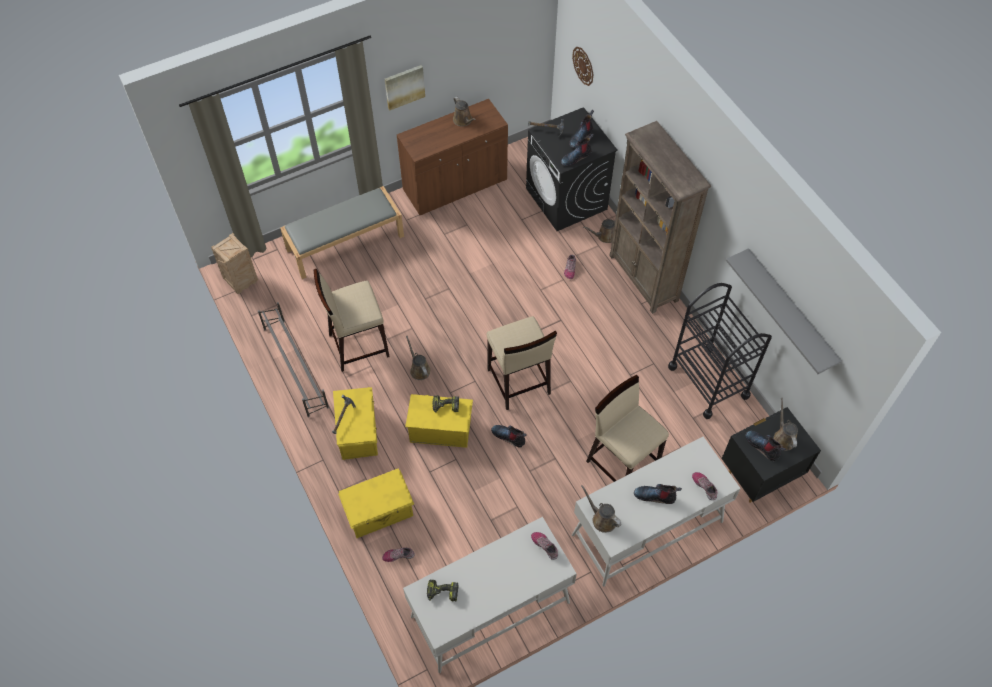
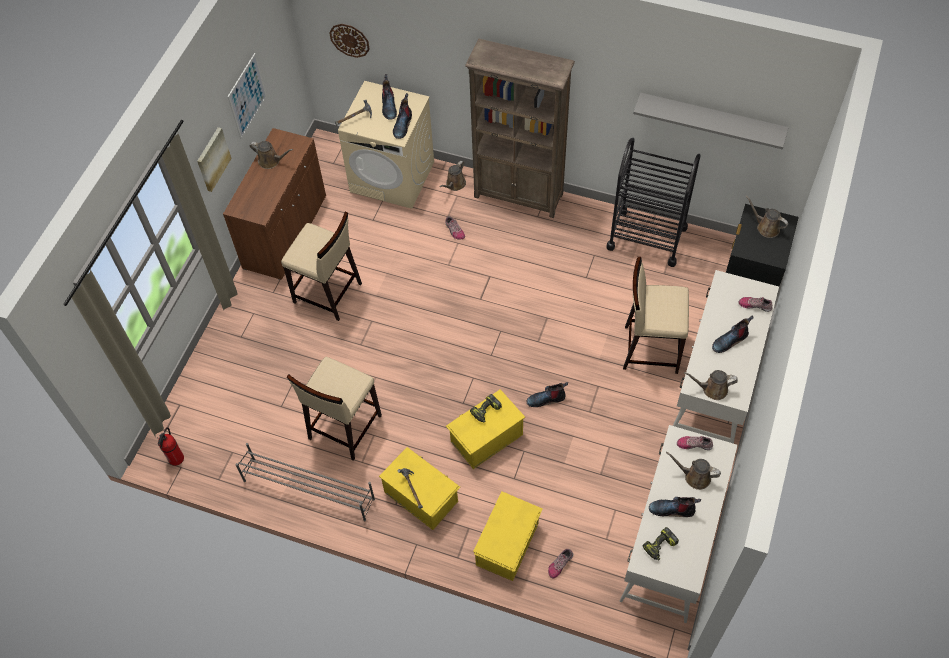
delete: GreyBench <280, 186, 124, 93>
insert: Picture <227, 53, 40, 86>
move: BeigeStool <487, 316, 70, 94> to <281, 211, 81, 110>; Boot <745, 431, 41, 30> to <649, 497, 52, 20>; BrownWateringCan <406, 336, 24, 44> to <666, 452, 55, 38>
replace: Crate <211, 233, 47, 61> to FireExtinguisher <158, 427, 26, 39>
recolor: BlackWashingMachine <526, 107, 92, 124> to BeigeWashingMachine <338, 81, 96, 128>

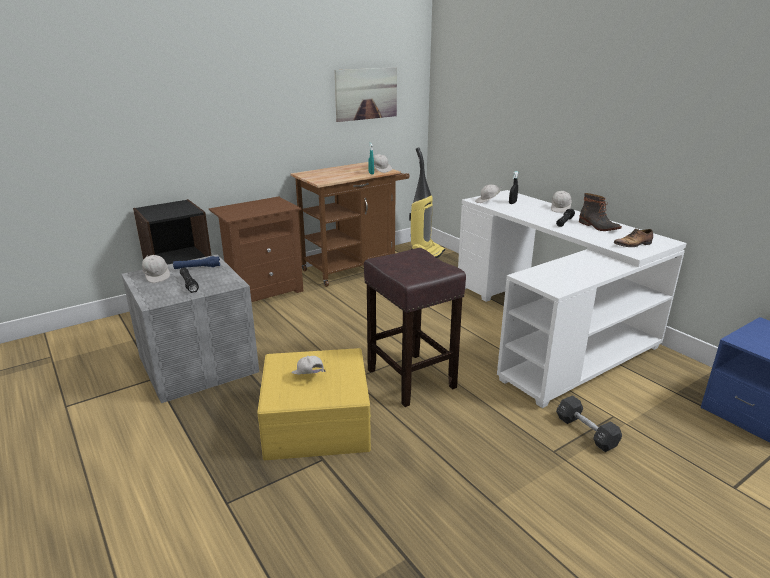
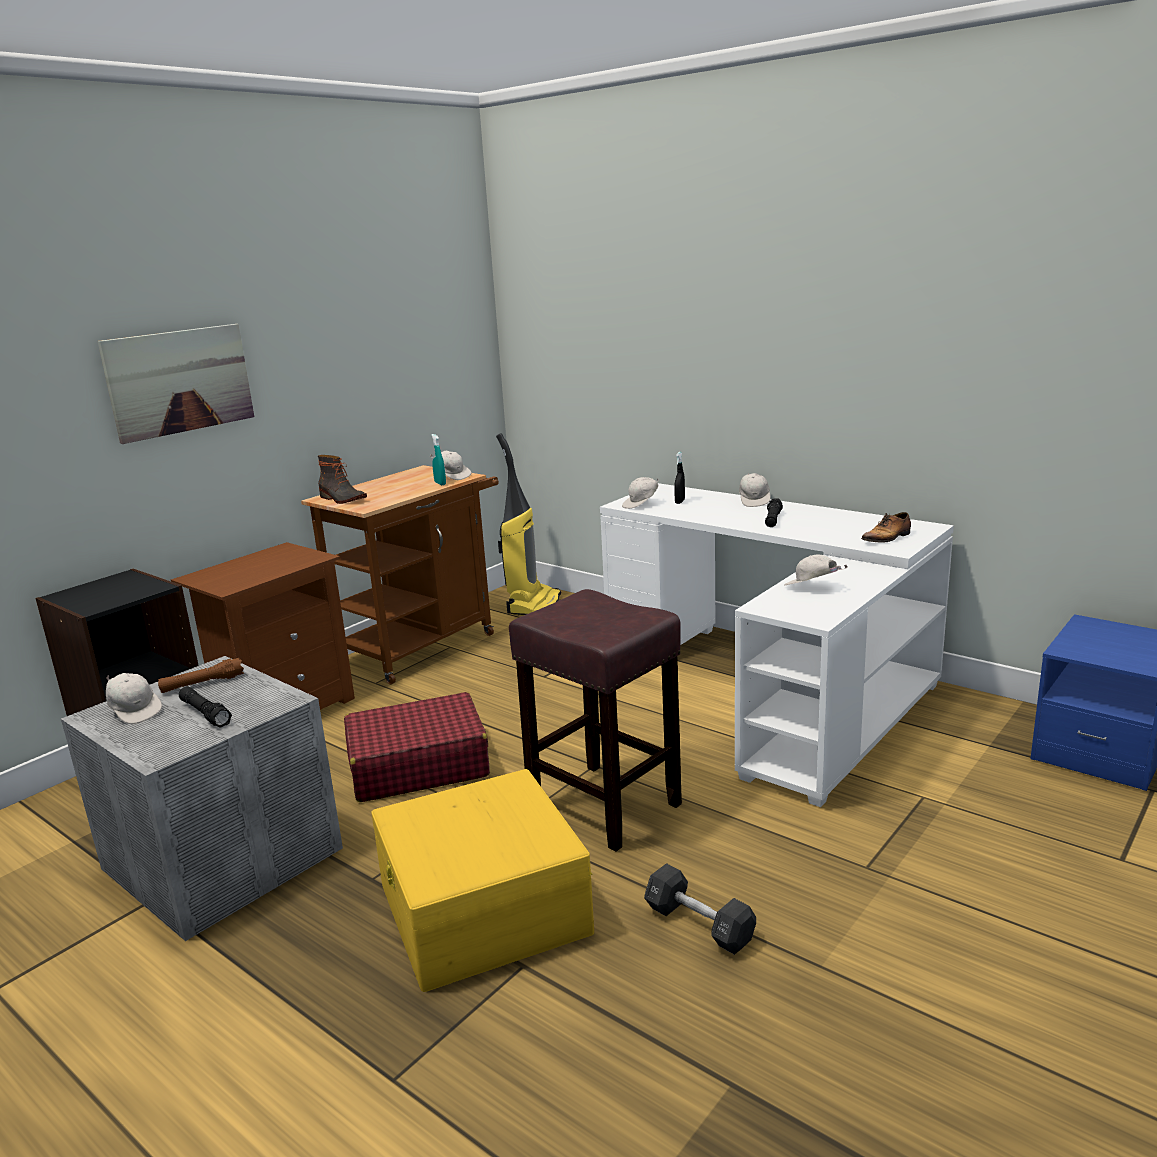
insert: RedSuitcase <344, 692, 146, 110>
move: Picture <335, 67, 62, 55> to <98, 324, 156, 120>; Boot <579, 193, 43, 38> to <318, 455, 49, 49>; BlackDumbbell <556, 395, 66, 57> to <644, 863, 112, 92>; WhiteCap <291, 356, 34, 19> to <784, 555, 64, 30>
recolor: BlueFlashlight <173, 256, 47, 13> to BrownFlashlight <158, 658, 86, 35>

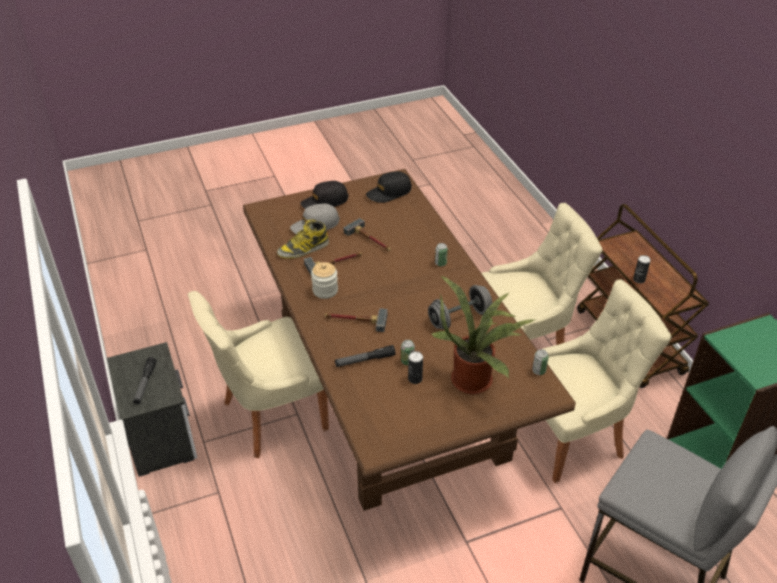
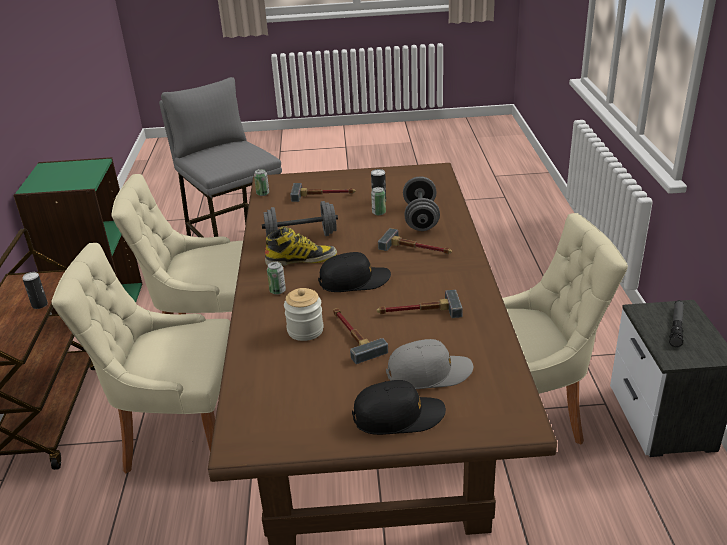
move: Boot <277, 219, 52, 40> to <265, 226, 72, 40>; Jar <311, 262, 27, 37> to <284, 288, 40, 53>; BlackCap <366, 171, 46, 32> to <318, 252, 73, 40>
replace: PottedPlant <432, 276, 102, 118> to Hammer <290, 183, 66, 19>; Flashlight <335, 345, 61, 22> to GreyDumbbell <403, 176, 37, 55>

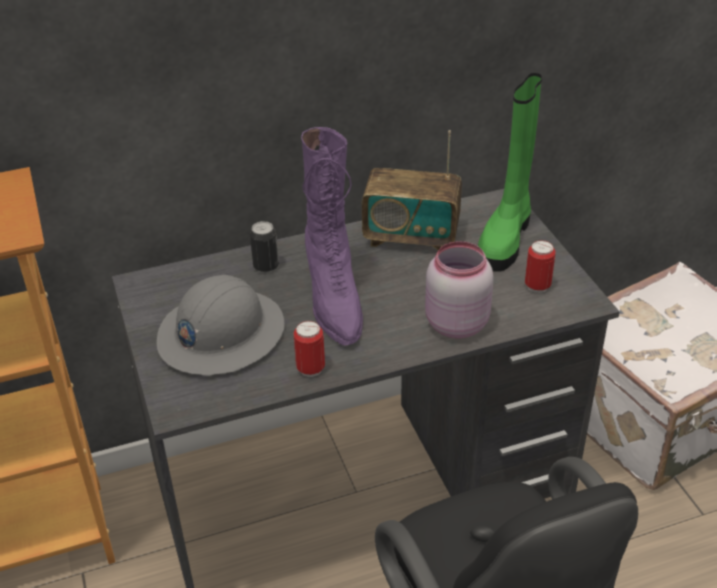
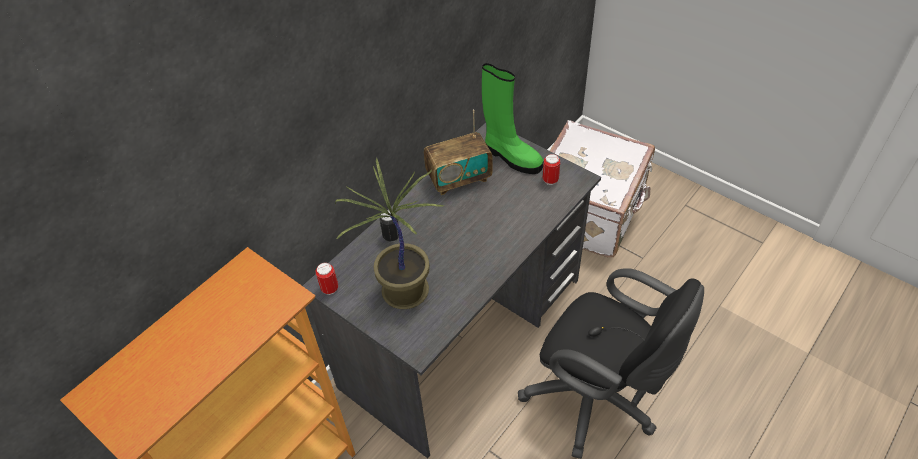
delete: PurpleBoot <301, 127, 62, 219>; PinkJar <425, 241, 69, 97>
move: Can <294, 321, 31, 56> to <316, 263, 22, 32>
replace: GreyHardHat <157, 275, 128, 100> to PottedPlant <335, 158, 109, 151>
rotate: GreenBoot <478, 73, 64, 199> = <482, 63, 62, 111> 45 degrees counterclockwise

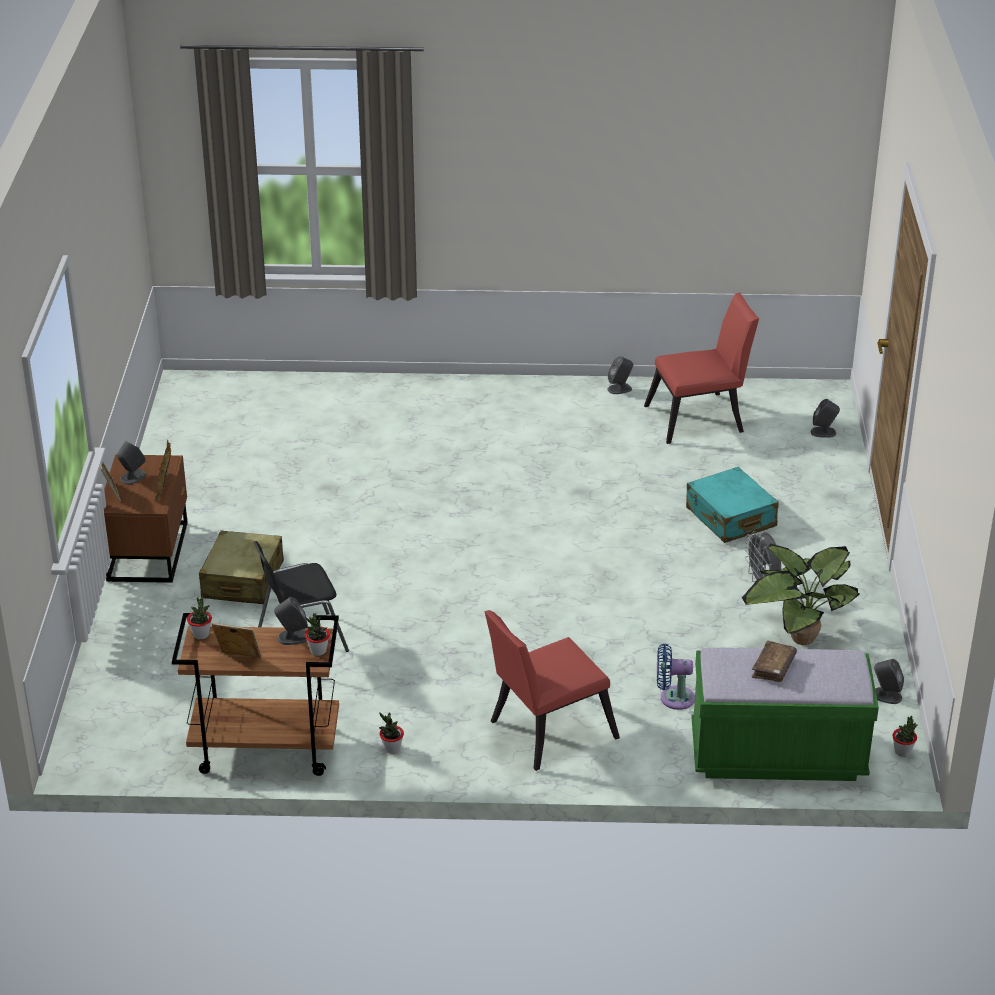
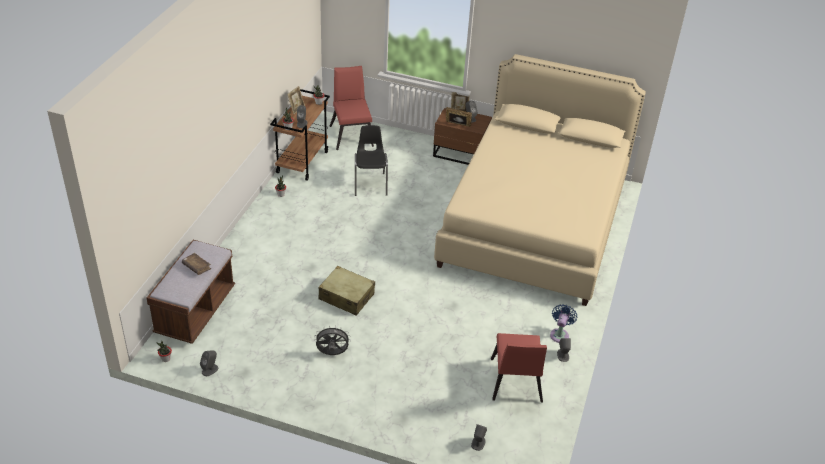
delete: TurquoiseSuitcase <686, 467, 93, 76>; PottedPlant <742, 544, 118, 101>
insert: BeigeBed <434, 54, 212, 252>
move: BeigeSuitcase <199, 531, 85, 73> to <318, 266, 57, 50>; RedChair <484, 610, 136, 161> to <330, 66, 44, 84>; BlueFan <657, 643, 38, 67> to <550, 304, 28, 39>
recolor: GreenBench <692, 648, 187, 133> to BrownBench <147, 240, 88, 104>

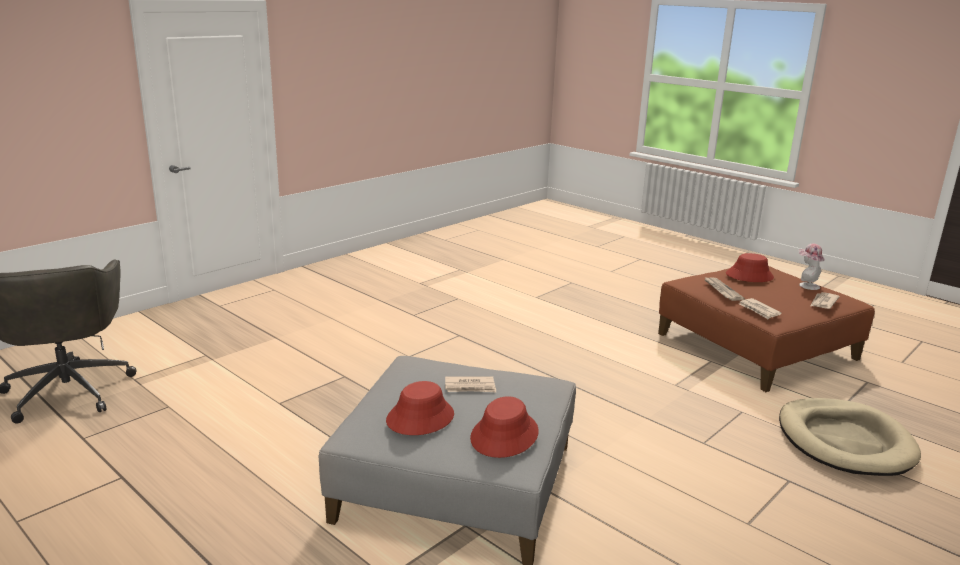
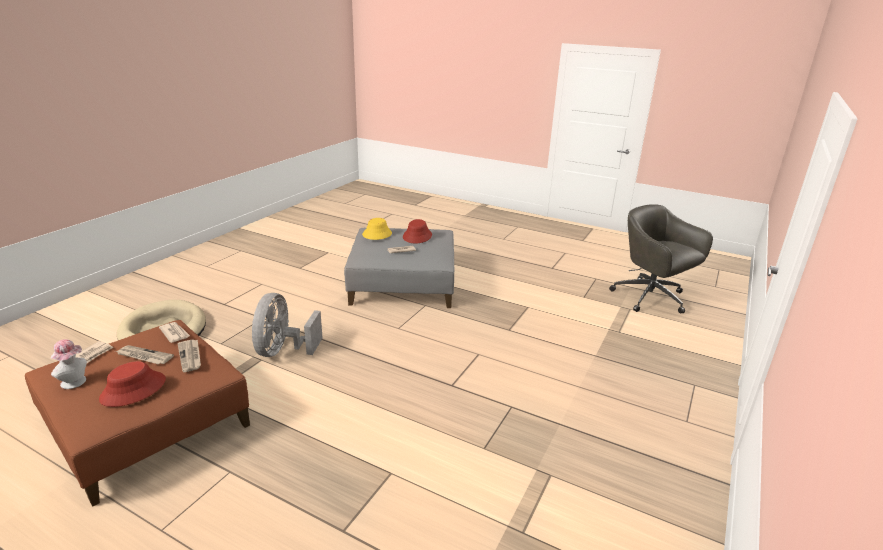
insert: Newspaper <115, 345, 59, 19>; GreyFan <252, 293, 71, 64>
recolor: RedHat <470, 396, 69, 62> to YellowHat <362, 218, 30, 22>

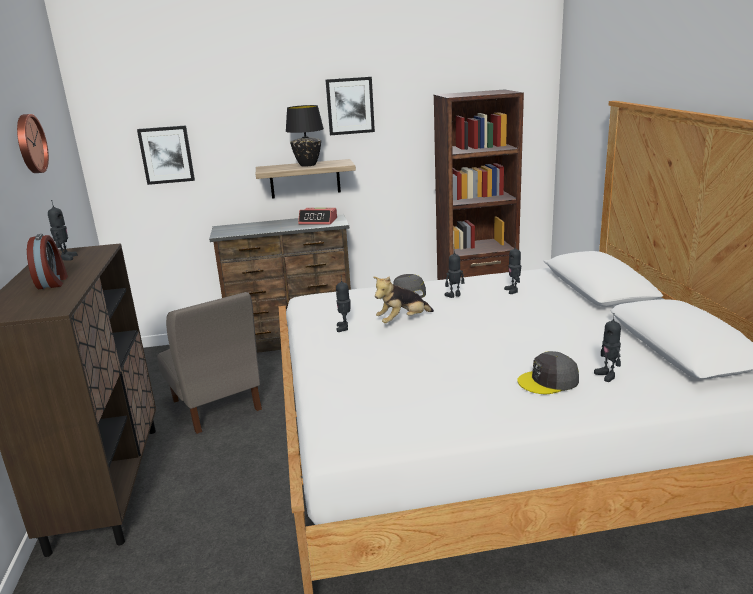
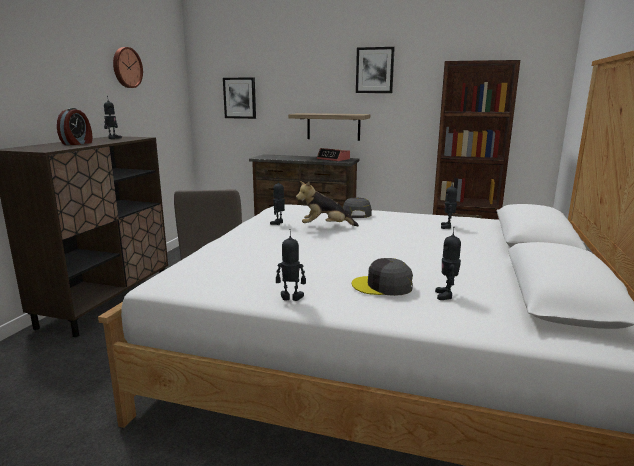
delete: BlackTableLamp <286, 105, 38, 62>
move: ToyRobot <445, 248, 19, 50> to <276, 229, 30, 72>

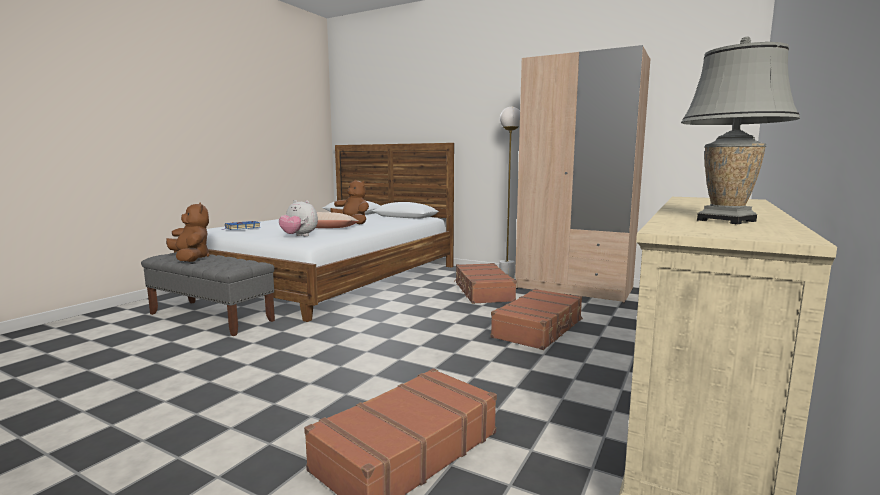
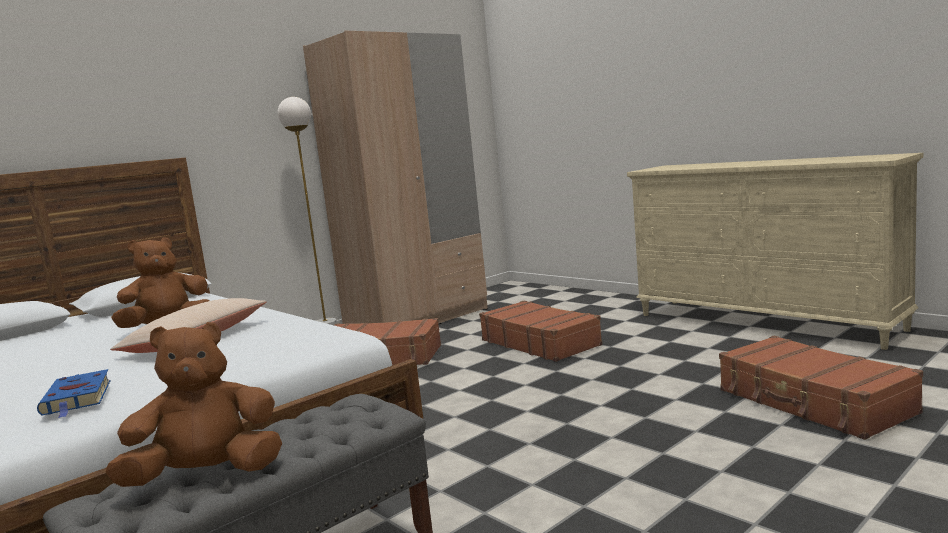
delete: PlushToy <279, 200, 39, 36>; GreyTableLamp <681, 36, 119, 188>

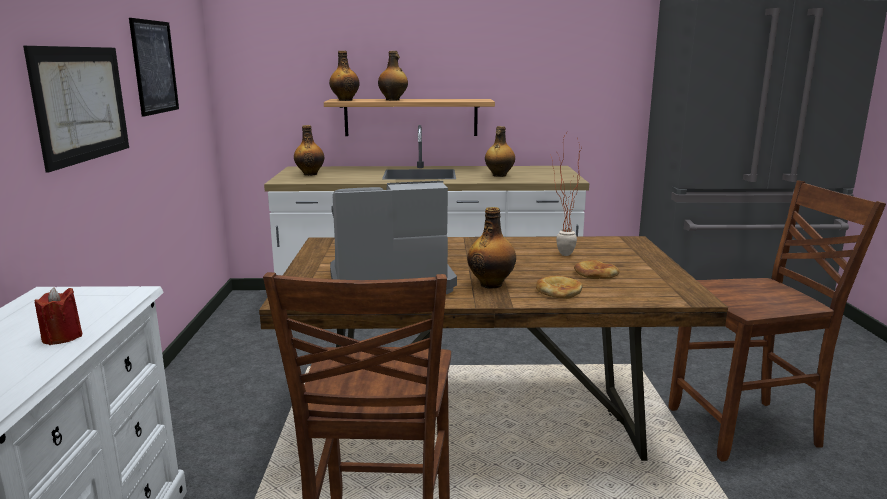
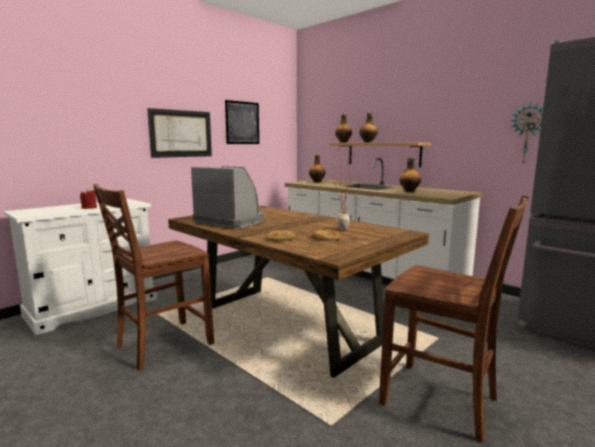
delete: Bottle <467, 207, 49, 82>
insert: WallClock <510, 103, 33, 62>

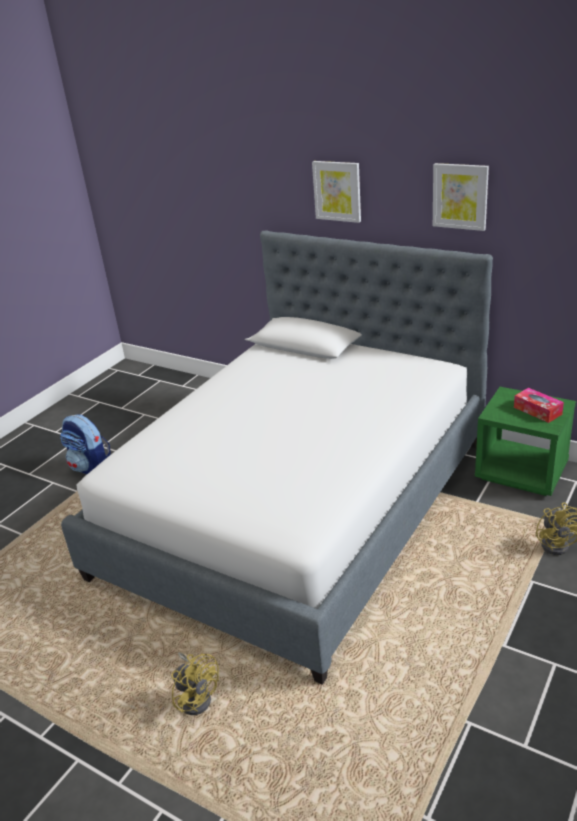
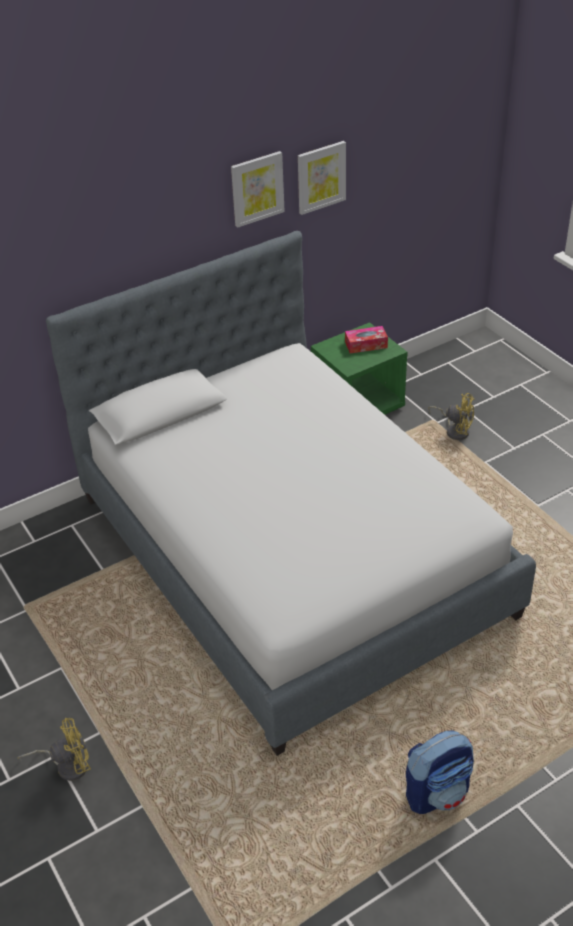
move: YellowFan <171, 652, 48, 63> to <18, 718, 73, 63>; Picture <312, 161, 49, 62> to <298, 141, 48, 74>; Backpack <60, 414, 51, 60> to <406, 731, 68, 83>

